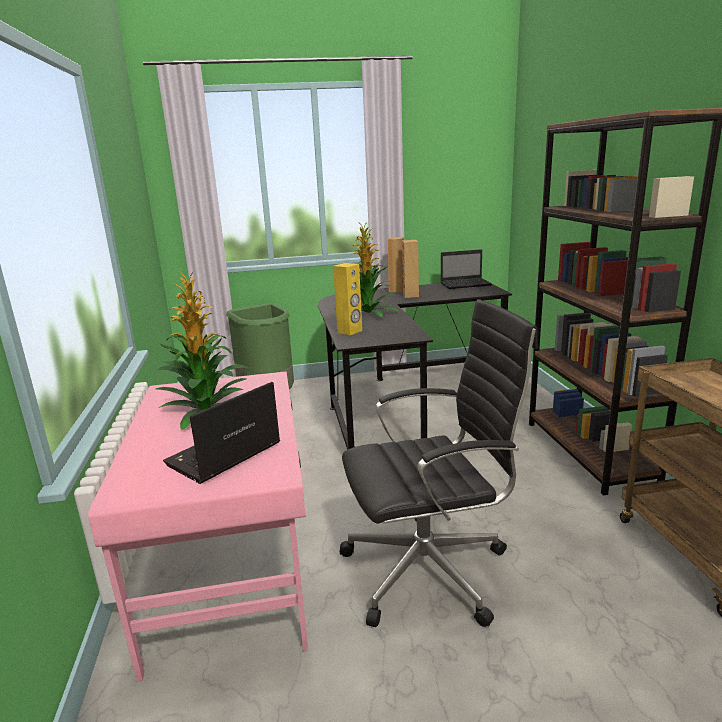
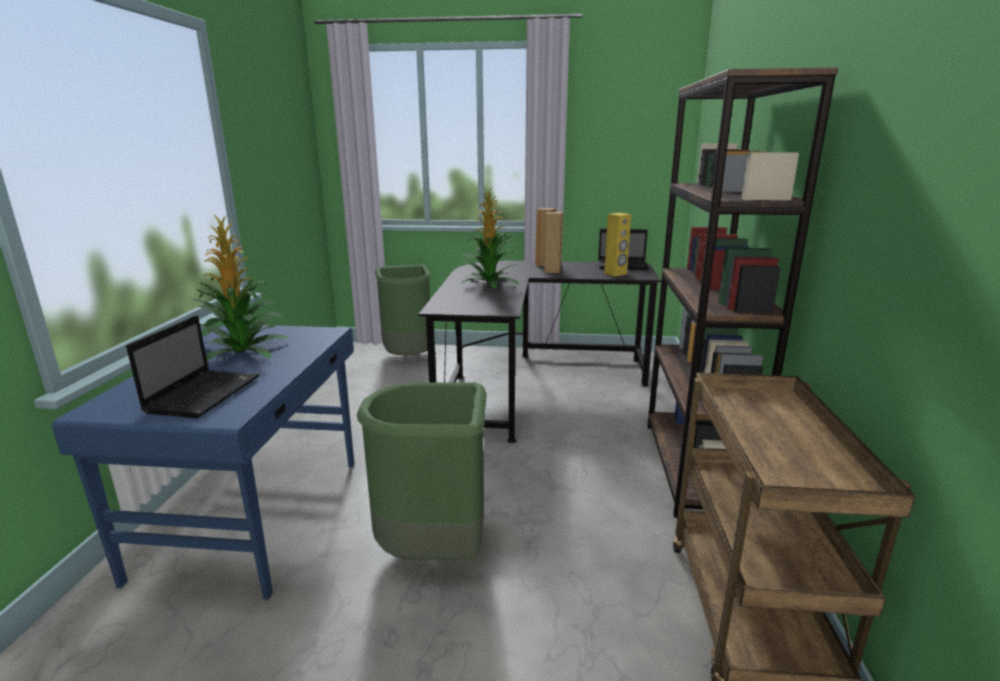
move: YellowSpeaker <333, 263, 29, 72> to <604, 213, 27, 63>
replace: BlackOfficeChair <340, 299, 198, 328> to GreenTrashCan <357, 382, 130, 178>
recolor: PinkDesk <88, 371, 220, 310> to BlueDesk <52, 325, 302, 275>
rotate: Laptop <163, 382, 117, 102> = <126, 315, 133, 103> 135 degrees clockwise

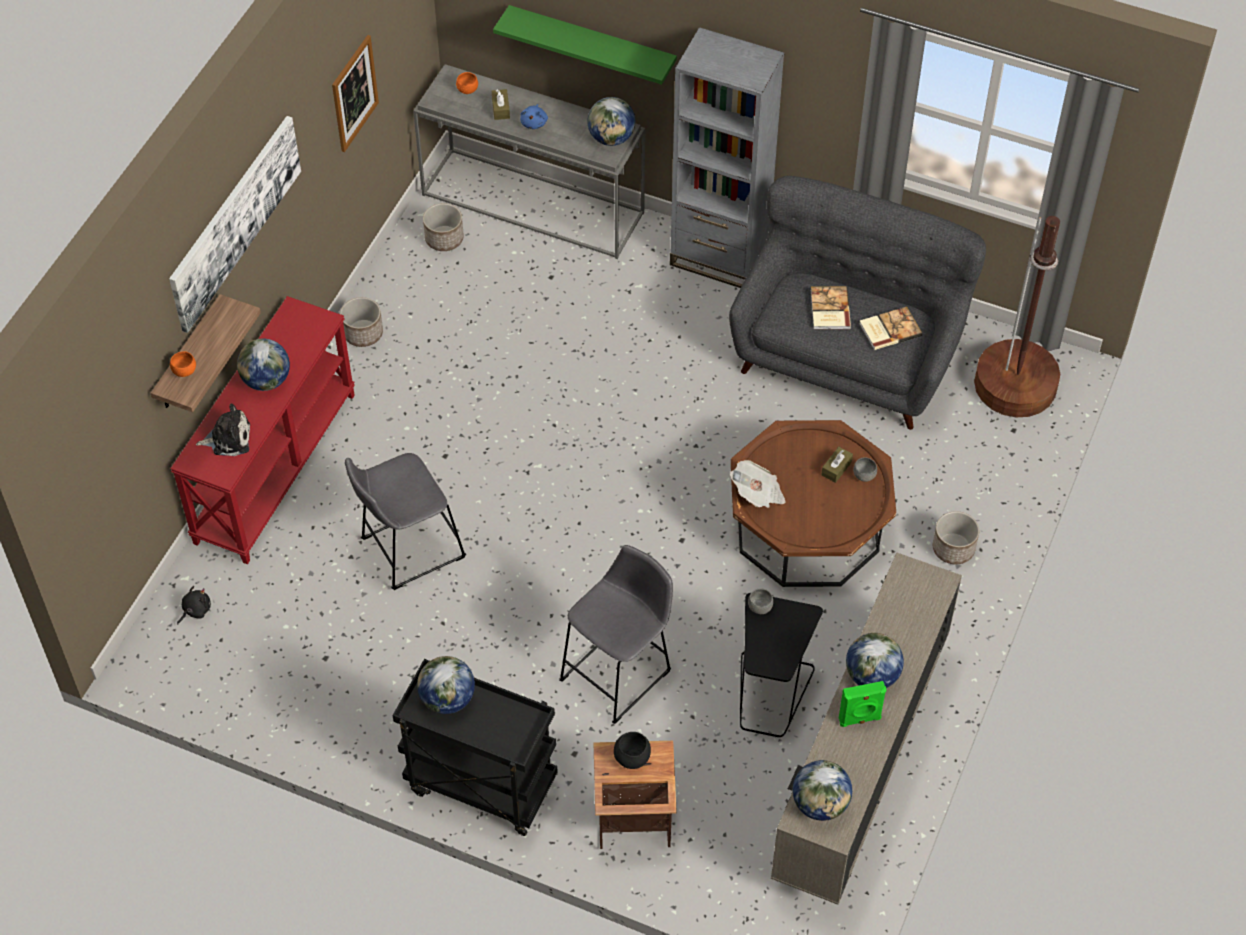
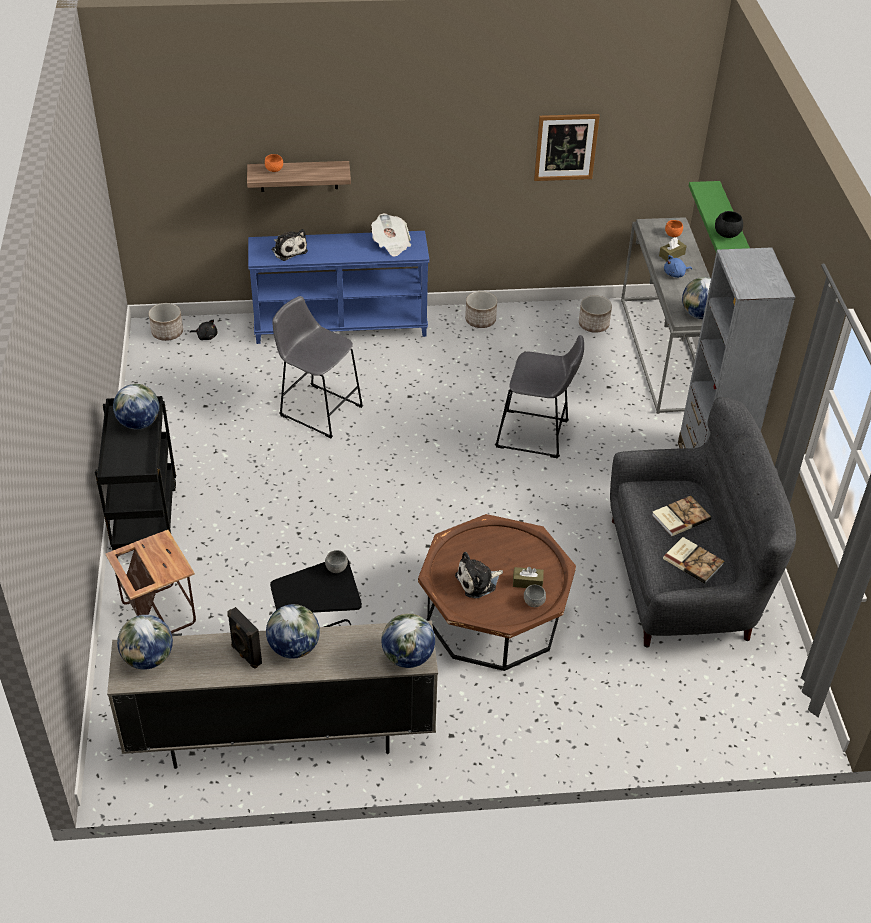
delete: Picture <169, 116, 132, 217>; BrownFloorLamp <974, 216, 86, 201>
insert: PlushToy <455, 552, 48, 46>
move: Planter <933, 511, 46, 53> to <149, 303, 34, 38>; Newspaper <730, 460, 56, 48> to <371, 213, 40, 44>; Globe <237, 338, 53, 53> to <381, 614, 54, 54>; GreyStool <559, 545, 114, 179> to <495, 335, 89, 123>; BlackBowl <614, 732, 37, 37> to <715, 211, 28, 27>
recolor: GreenSpeaker <839, 681, 48, 46> to BlackSpeaker <227, 607, 35, 62>; RedConsoleTable <170, 296, 185, 268> to BlueConsoleTable <248, 231, 181, 113>

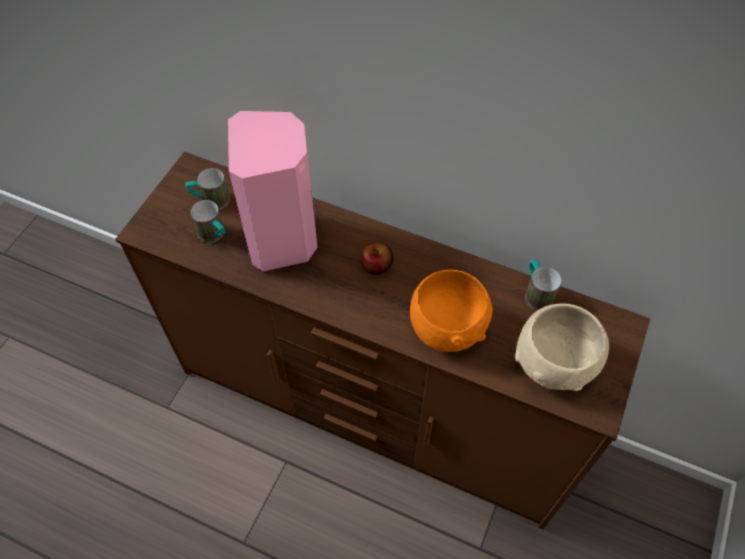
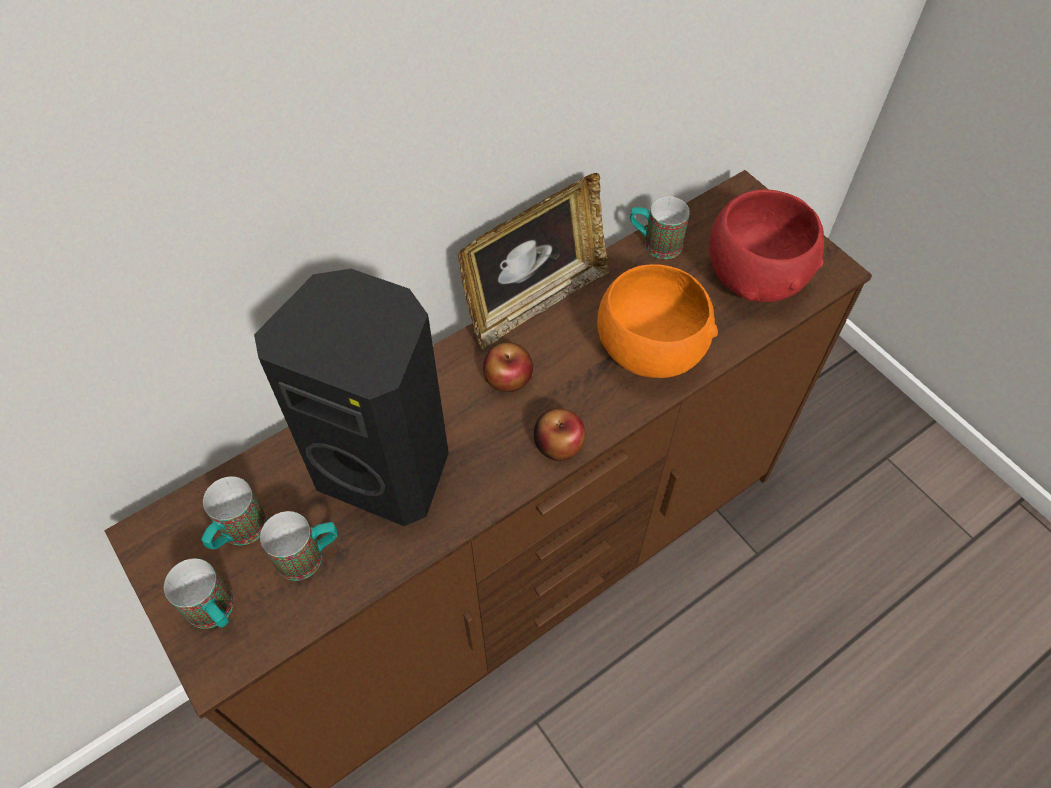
insert: Mug <164, 558, 70, 71>; PictureFrame <458, 173, 152, 176>; Apple <534, 408, 51, 53>
recolor: PinkSpeaker <228, 111, 89, 161> to BlackSpeaker <254, 269, 195, 257>; BeigeBowl <515, 303, 94, 88> to RedBowl <709, 189, 115, 113>

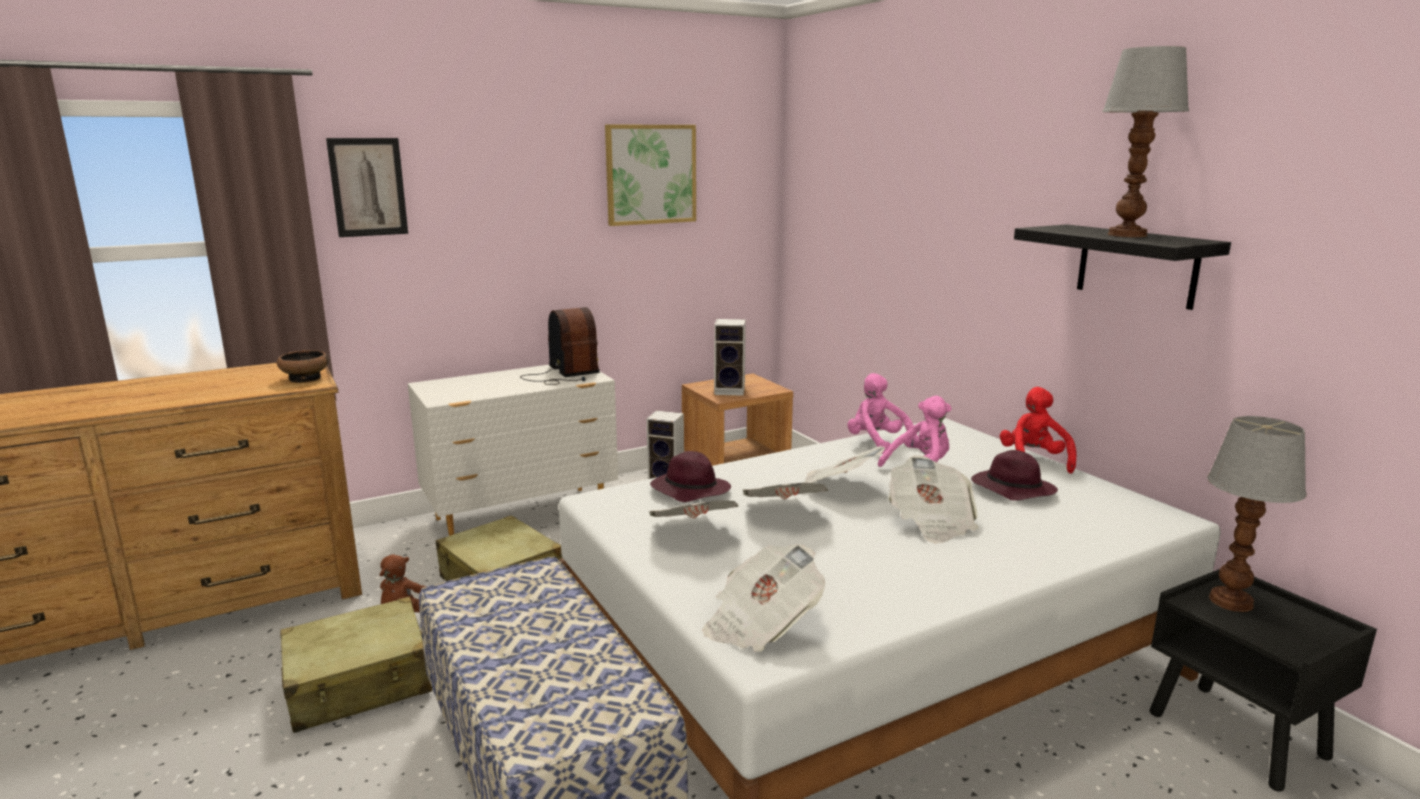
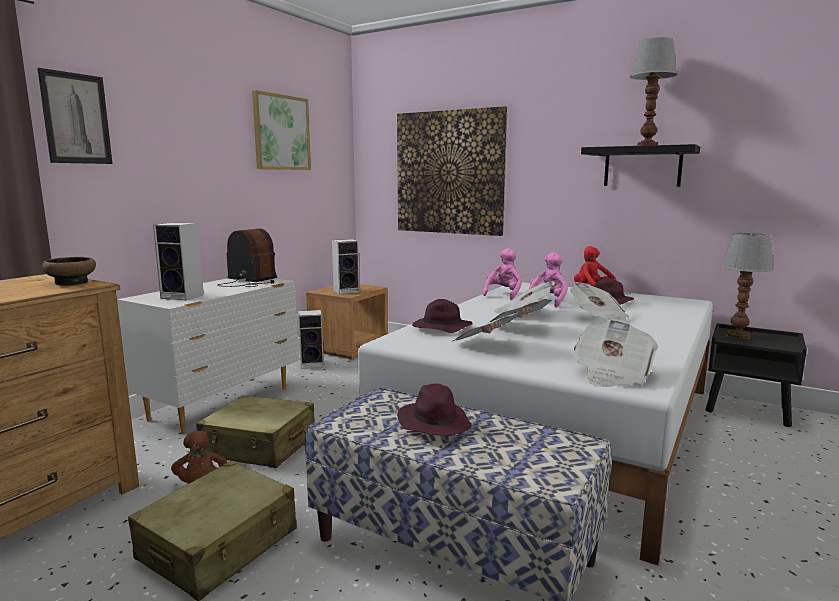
insert: Speaker <153, 222, 51, 79>; Picture <397, 106, 110, 130>; PurpleHat <397, 383, 75, 52>
rotate: PinkPlushToy <848, 373, 70, 81> = <483, 248, 39, 52> 90 degrees clockwise

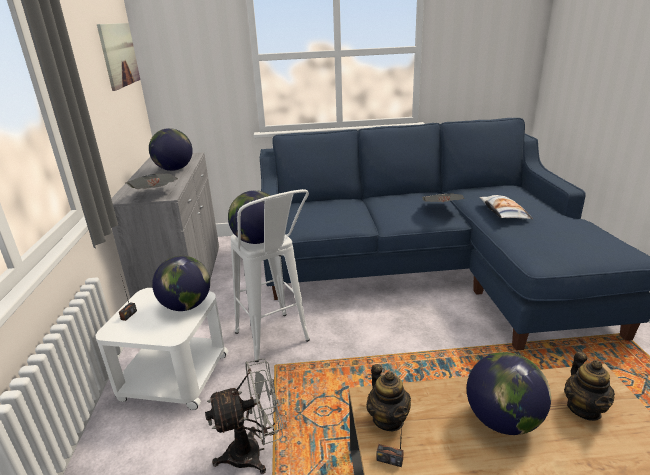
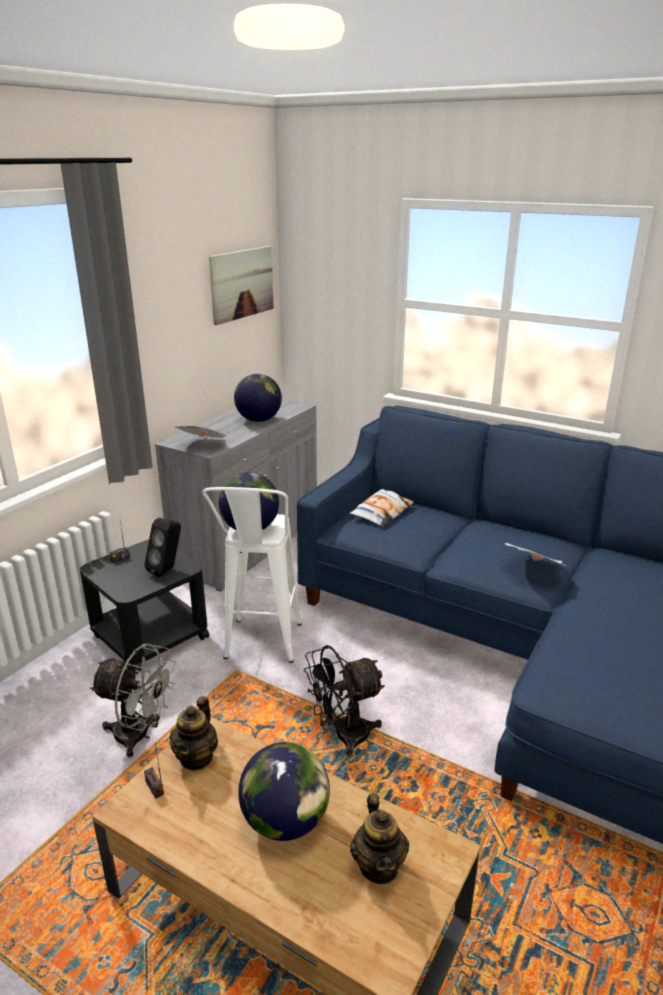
insert: BlackFan <304, 645, 81, 112>
move: Pillow <479, 195, 54, 24> to <350, 489, 64, 38>
replace: Globe <152, 256, 58, 55> to BlackSpeaker <145, 518, 36, 59>
recolor: WhiteSideTable <96, 288, 133, 122> to BlackSideTable <80, 539, 130, 135>
rotate: Teapot <564, 352, 51, 69> = <350, 793, 59, 91> 45 degrees counterclockwise

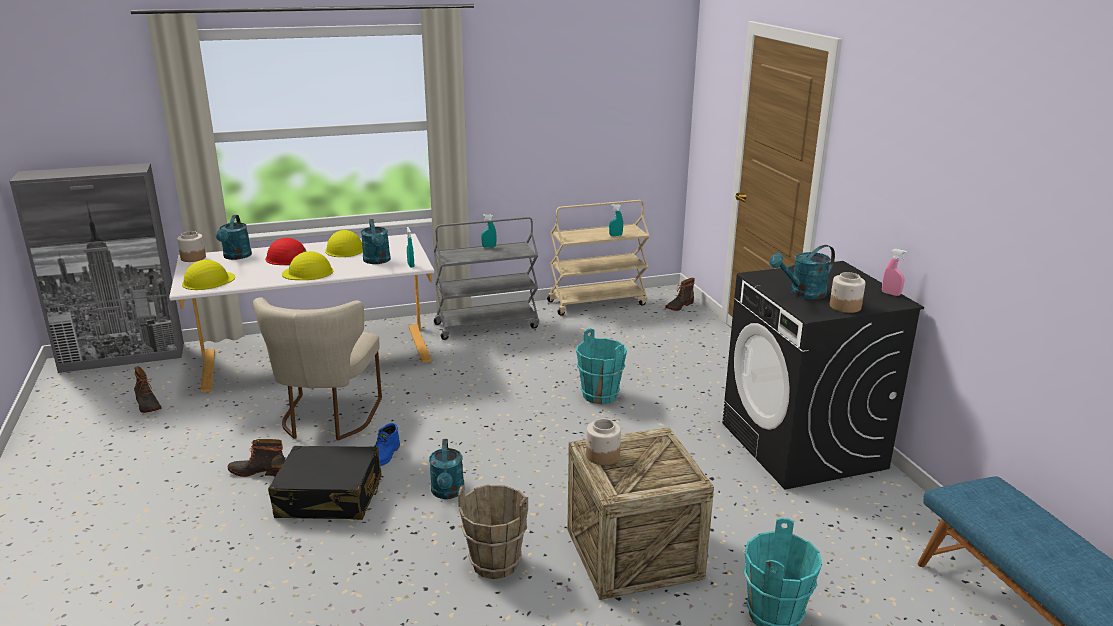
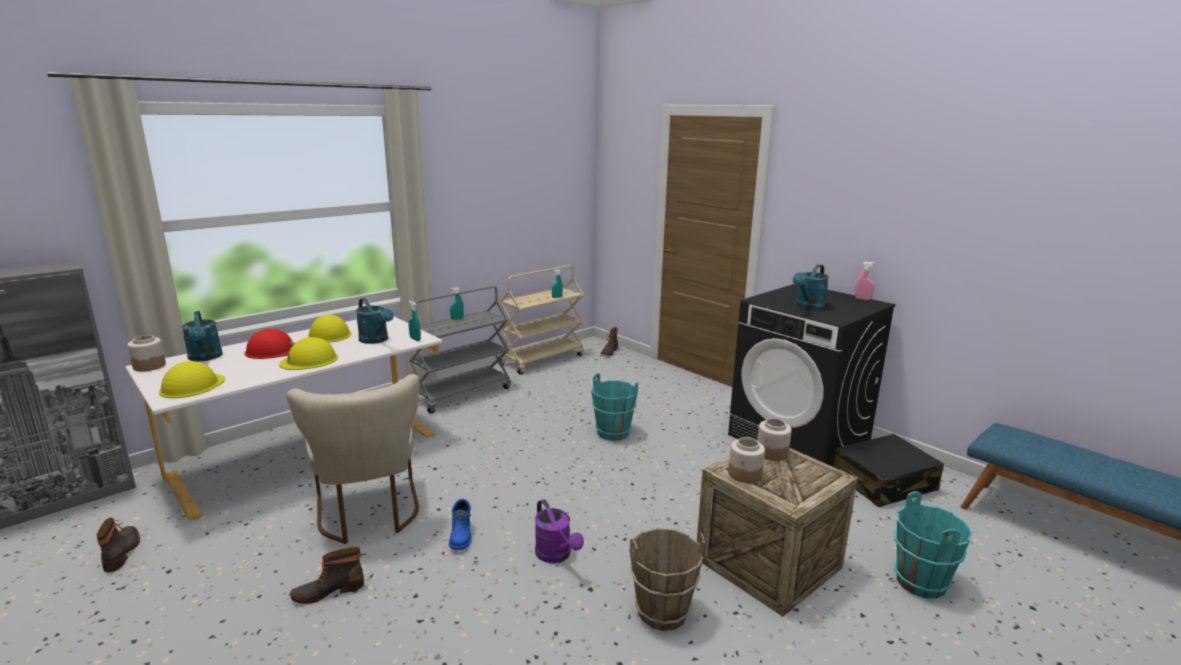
move: Jar <830, 272, 36, 41> to <757, 418, 35, 43>; BlackSuitcase <268, 446, 113, 74> to <834, 434, 110, 73>
recolor: TurquoiseWateringCan <429, 439, 36, 60> to PurpleWateringCan <535, 499, 49, 64>
rotate: Boot <134, 367, 28, 46> = <97, 518, 43, 54> 135 degrees counterclockwise

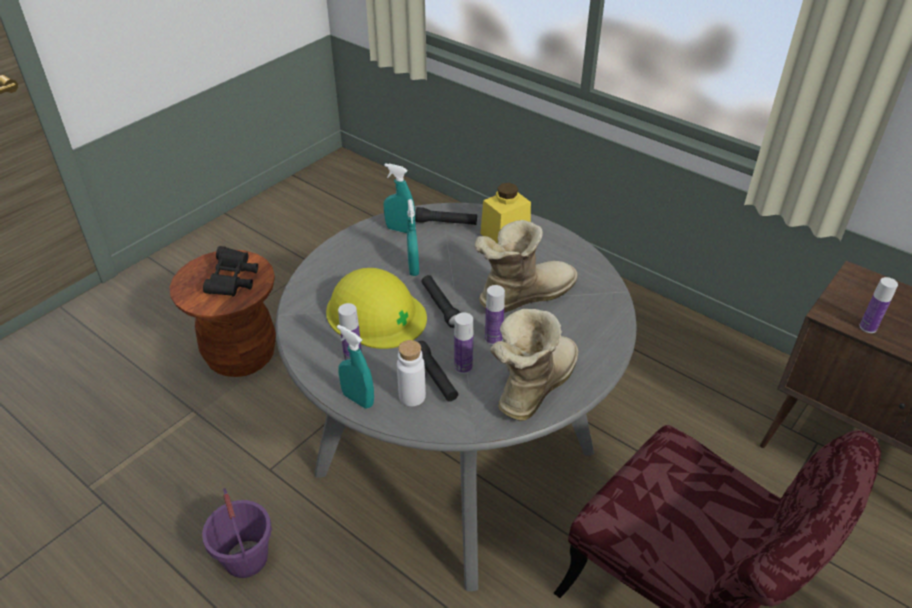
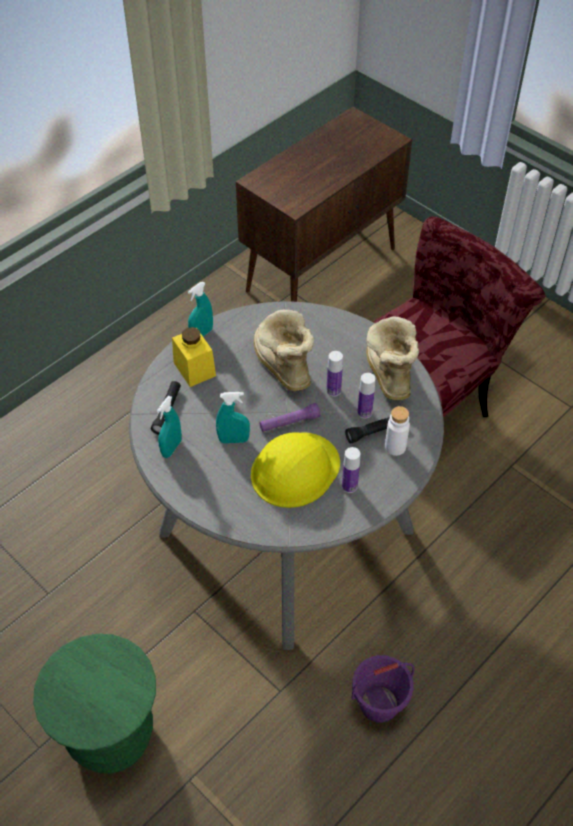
delete: BlackBinoculars <203, 246, 55, 50>; Bottle <859, 277, 39, 56>
move: TurquoiseSprayBottle <337, 325, 37, 83> to <188, 282, 25, 54>
recolor: BrownStool <170, 250, 106, 127> to GreenStool <33, 634, 123, 140>; BlackFlashlight <422, 275, 38, 53> to PurpleFlashlight <259, 403, 61, 29>
rotate: Boot <490, 309, 88, 112> = <366, 317, 53, 84> 45 degrees clockwise

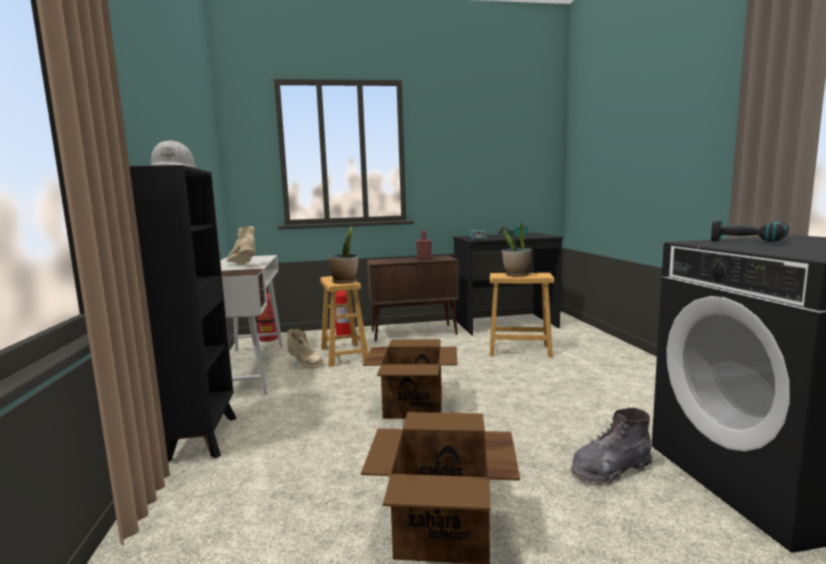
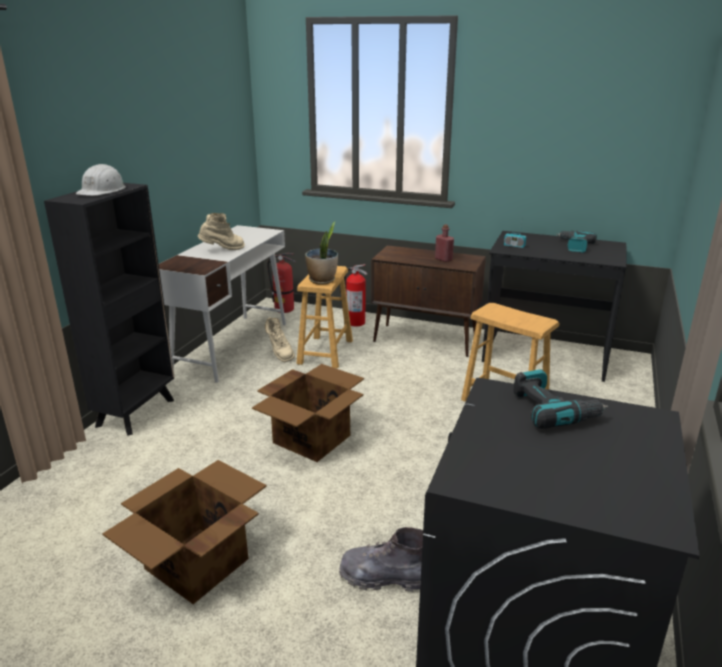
delete: PottedPlant <502, 223, 29, 53>
rotate: BeigeBoot <226, 226, 30, 38> = <198, 213, 47, 37> 75 degrees clockwise

